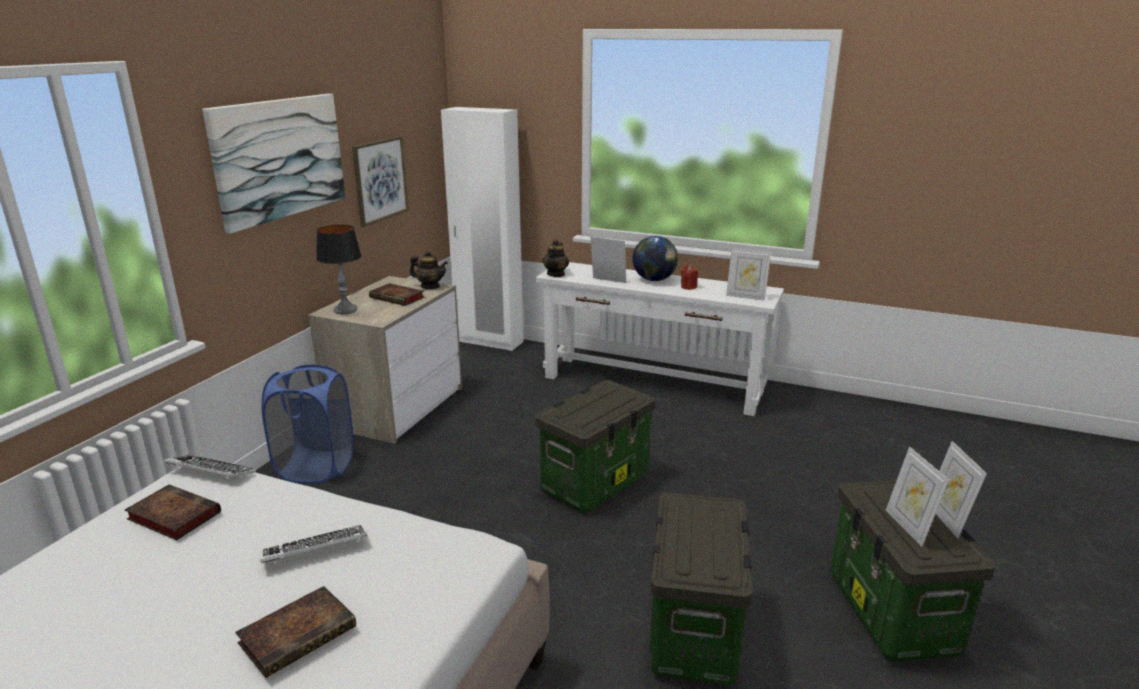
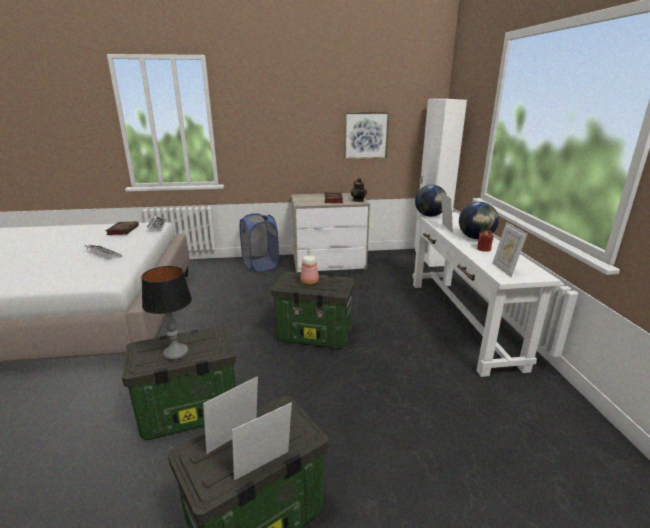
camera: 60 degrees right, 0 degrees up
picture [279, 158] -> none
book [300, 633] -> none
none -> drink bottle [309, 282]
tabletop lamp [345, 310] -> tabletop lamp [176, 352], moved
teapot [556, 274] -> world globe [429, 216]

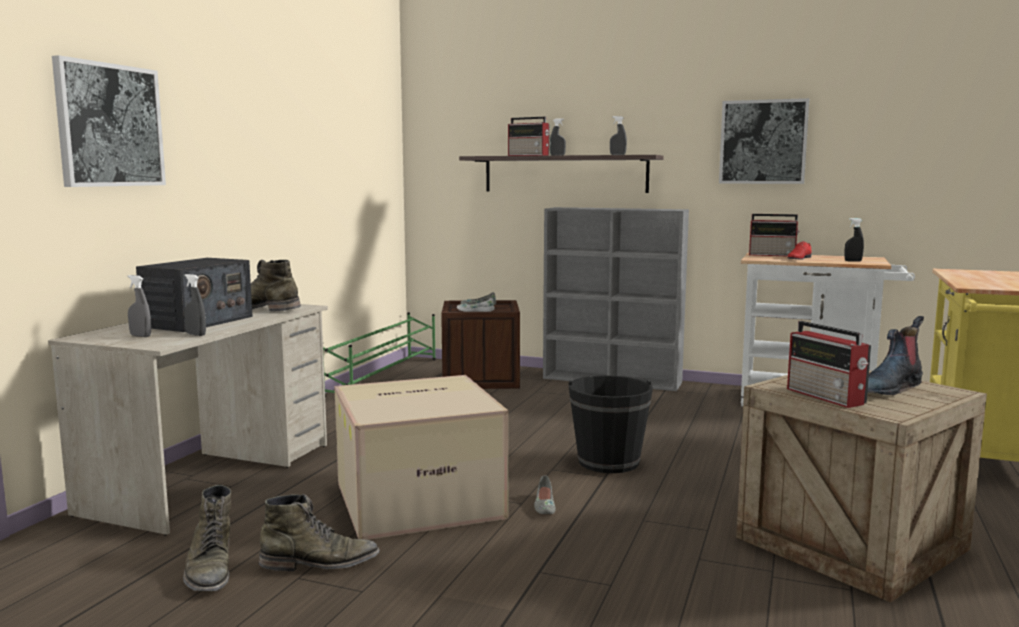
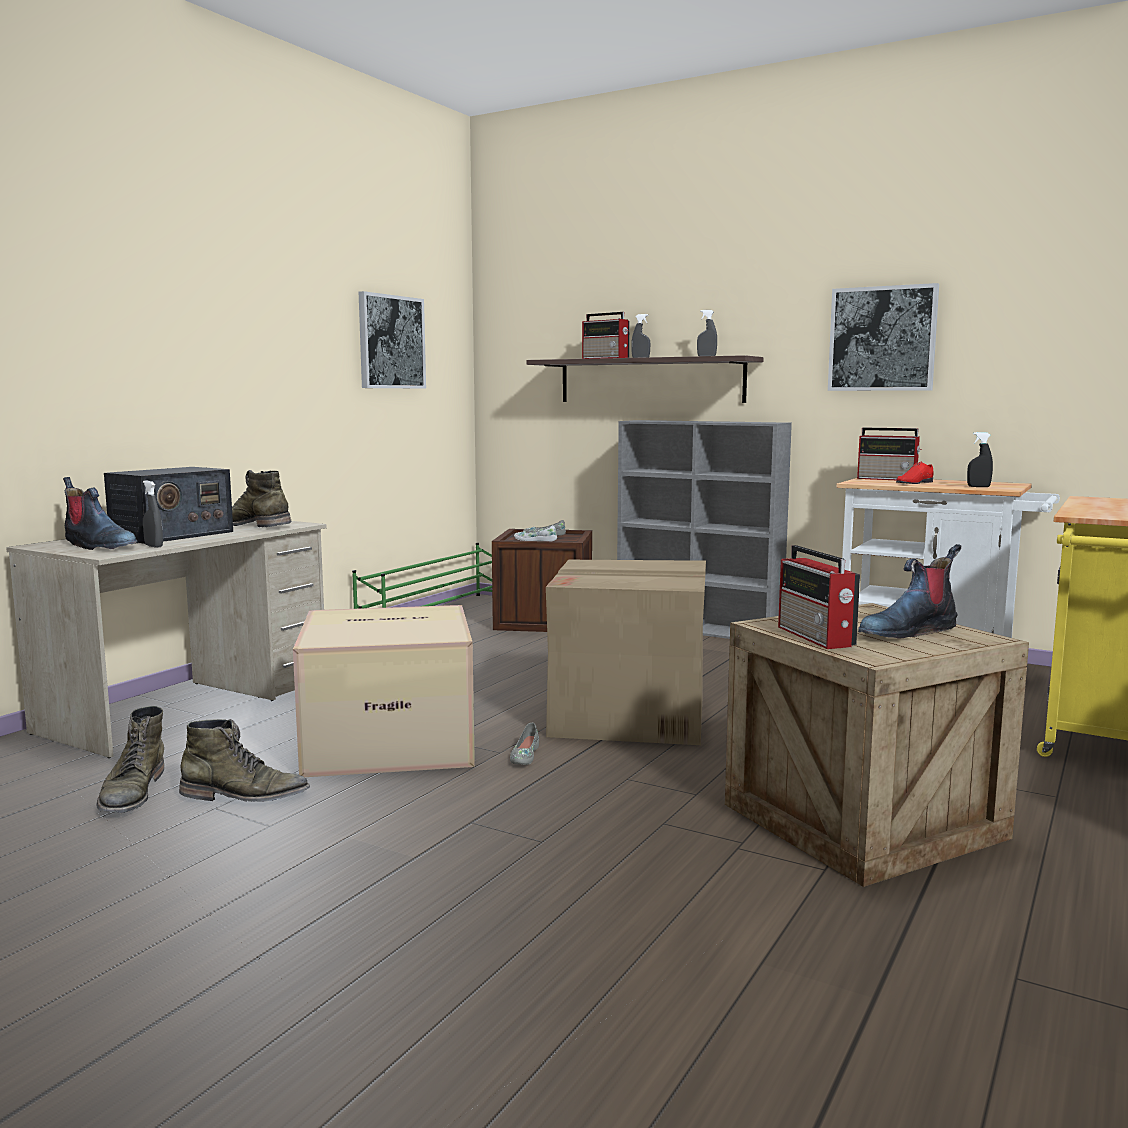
camera: 10 degrees right, 0 degrees up
picture [109, 125] -> picture [391, 342], moved
sprayer in gray [140, 336] -> tall boot [98, 546]
water bucket in black-coloured [608, 462] -> cardboard box [630, 716]

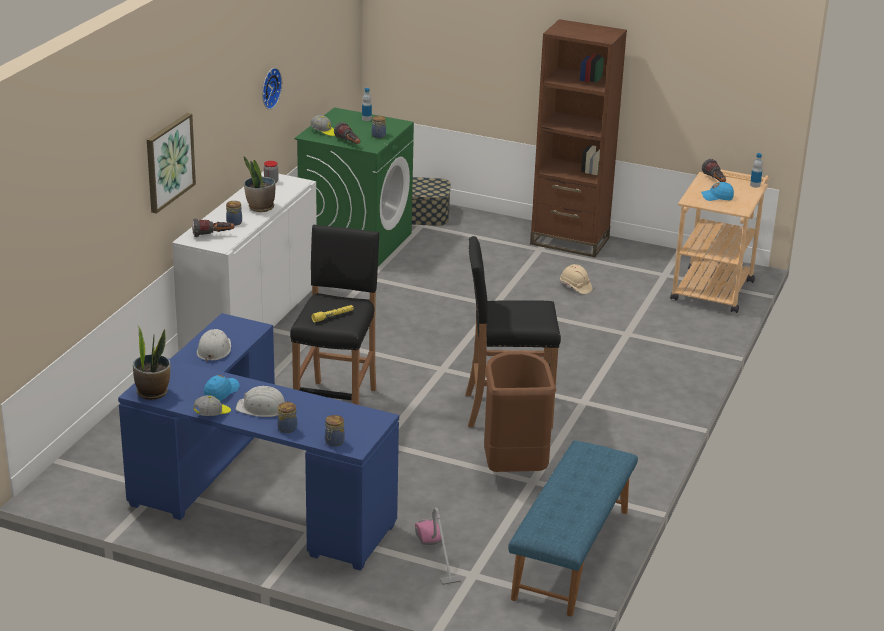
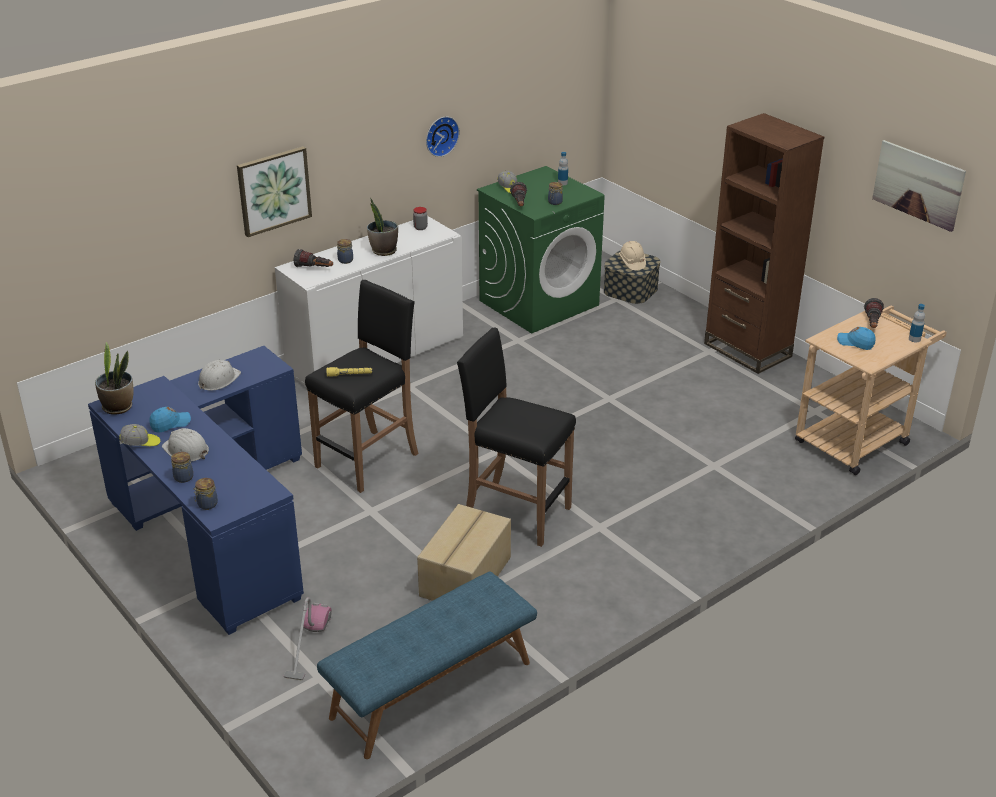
camera: 30 degrees right, 5 degrees up
none -> picture [918, 185]
work helmet in beige [575, 287] -> work helmet in beige [632, 262], moved
trash can in brown [513, 468] -> cardboard box [464, 576]

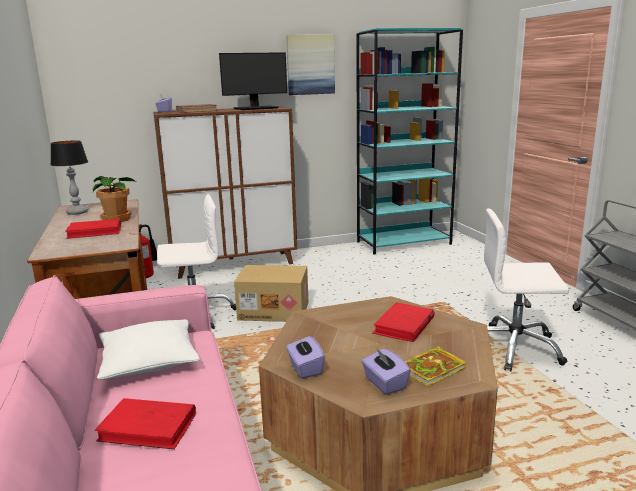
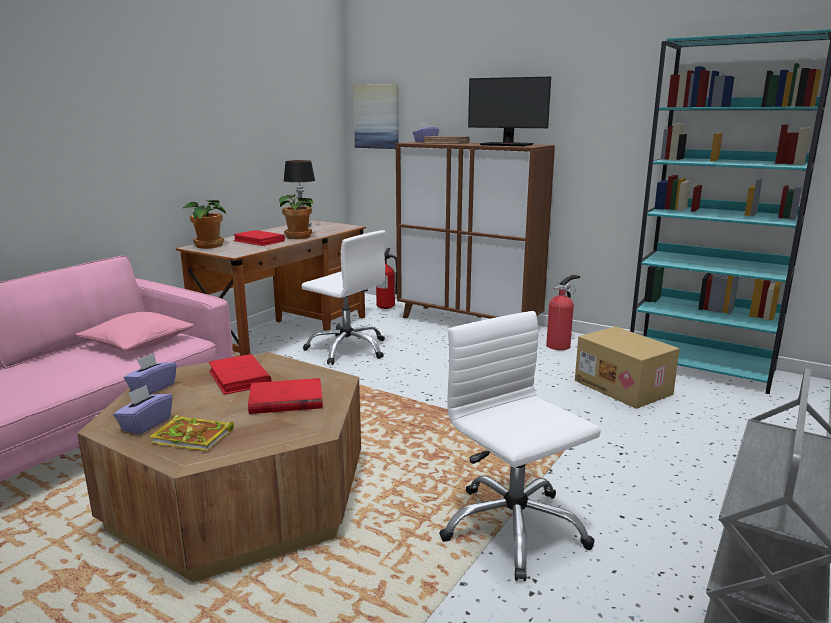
camera: 50 degrees right, 0 degrees up
none -> plant in a pot [208, 246]
none -> extinguisher [560, 345]
book in reddish [148, 427] -> book in reddish [239, 378], moved
cardboard box [274, 310] -> cardboard box [624, 387], moved
picture [310, 65] -> picture [377, 116], moved
cushion in white-coloured [149, 362] -> cushion in pinkish [138, 343]

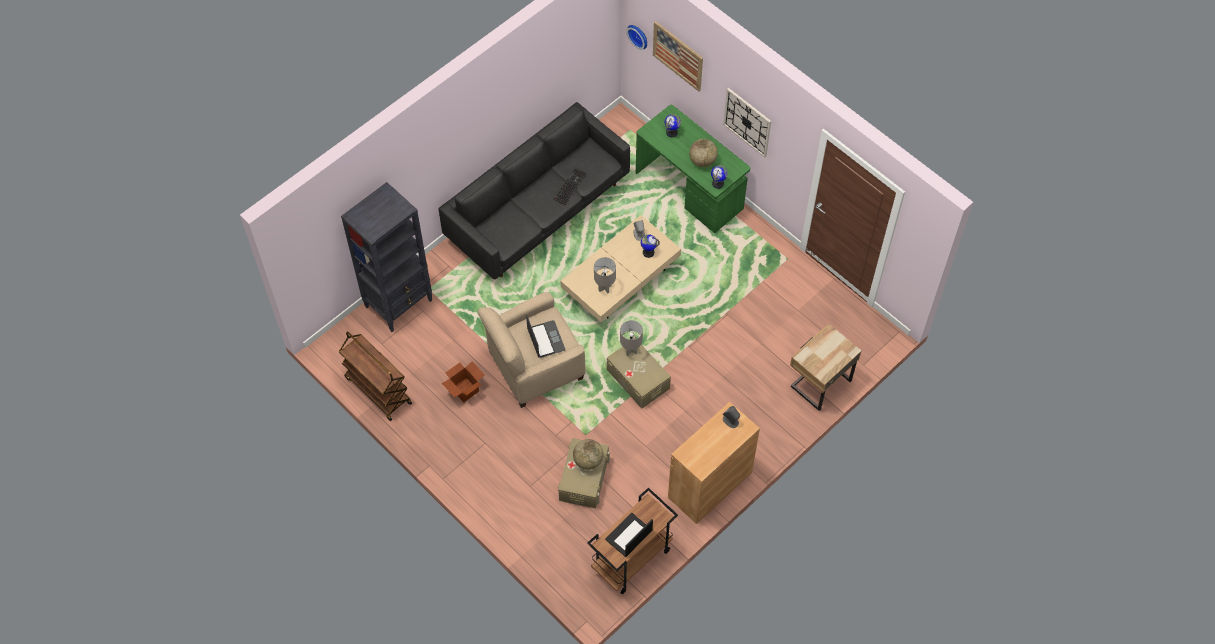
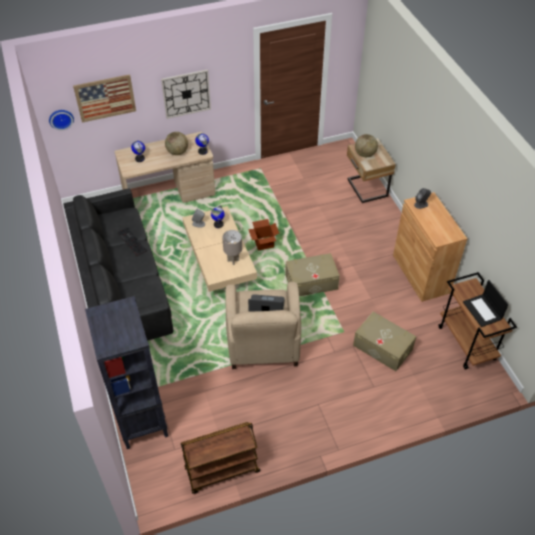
camera: 65 degrees left, 10 degrees down
tabletop lamp in gray [631, 350] -> none
cardboard box [465, 390] -> cardboard box [264, 243], moved
world globe [588, 460] -> world globe [365, 154], moved
desk unit in greenish [690, 190] -> desk unit in beige [169, 195]

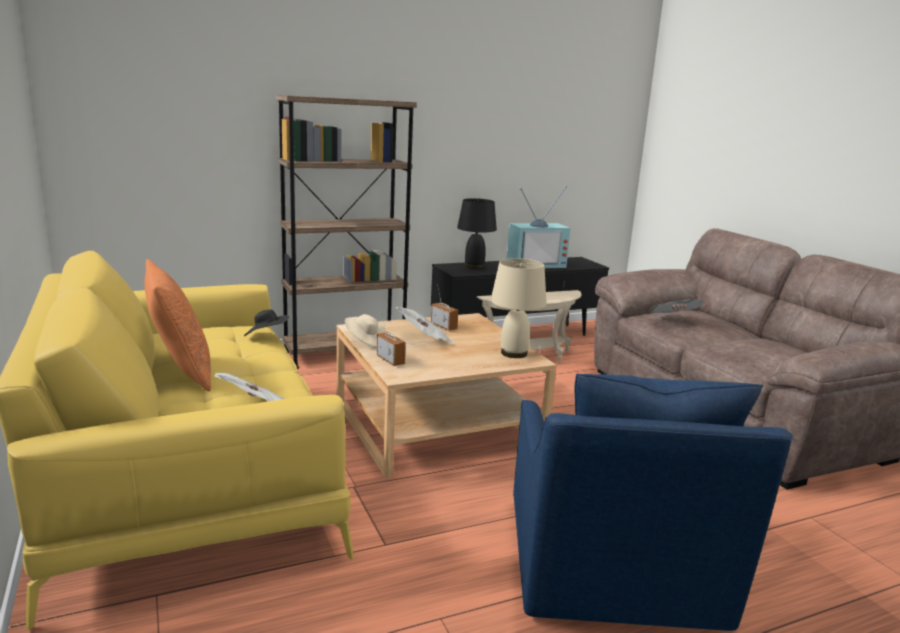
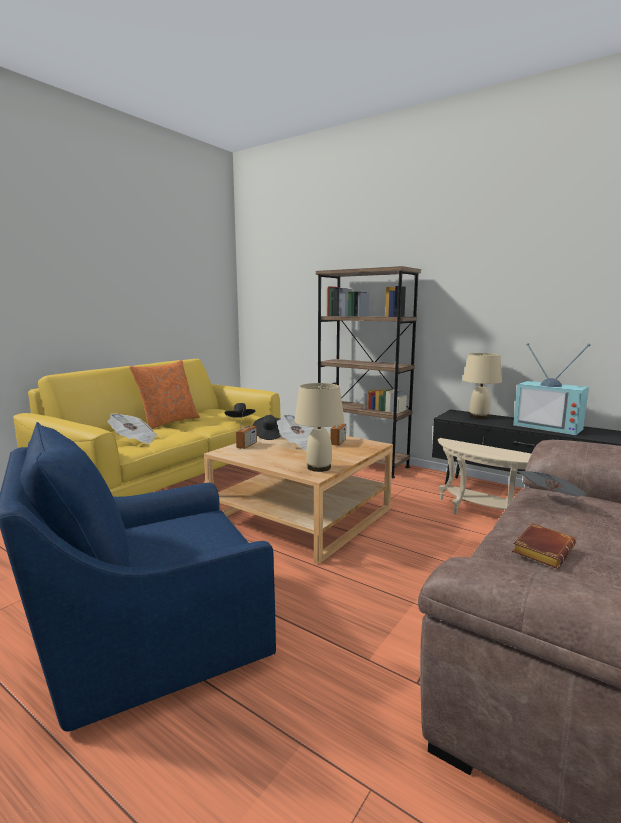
camera: 60 degrees right, 5 degrees down
none -> book in brown [541, 549]
wearable hat in beige [366, 342] -> wearable hat in black-coloured [269, 435]
tabletop lamp in black-coloured [475, 266] -> tabletop lamp in beige [479, 416]

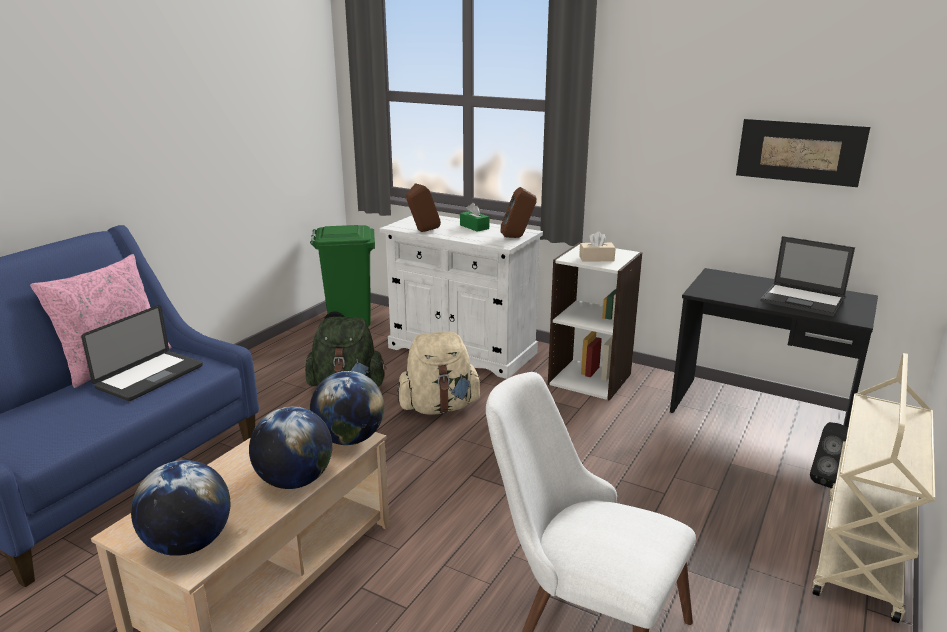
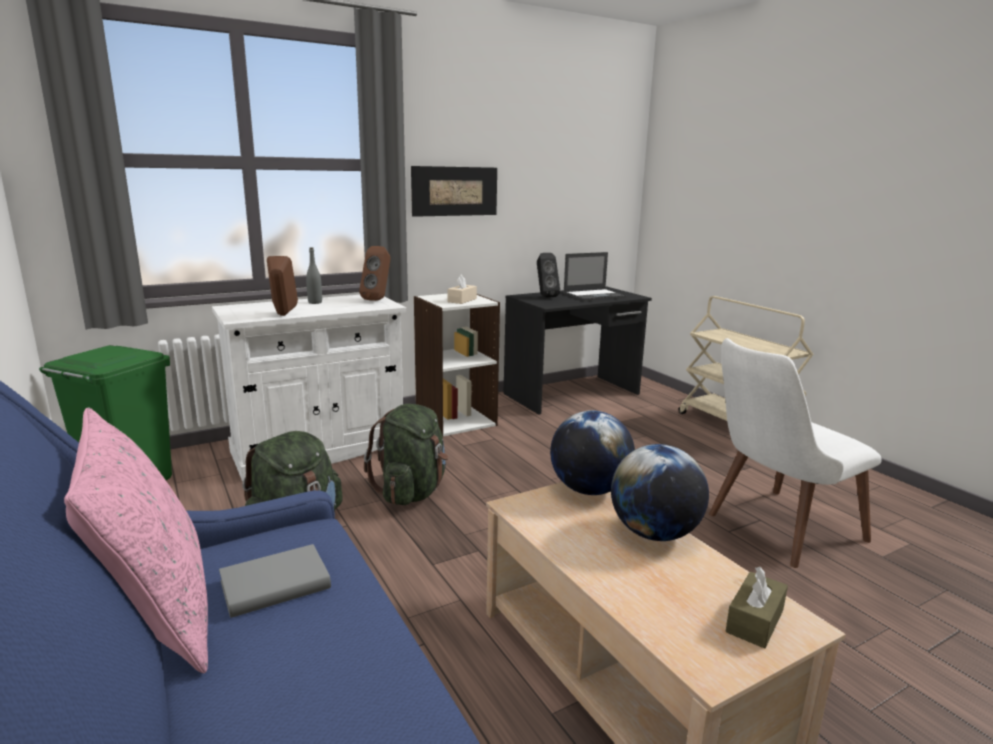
camera: 60 degrees left, 5 degrees down
picture [800, 152] -> picture [455, 191], moved
speaker in black-coloured [826, 479] -> speaker in black-coloured [545, 296], moved
notebook computer [150, 377] -> book in gray [275, 585]
world globe [189, 544] -> box of tissues in brown [754, 621]
box of tissues in greenish [474, 227] -> drink bottle in gray [315, 302]
knapsack in beige [439, 407] -> knapsack in greenish [412, 492]

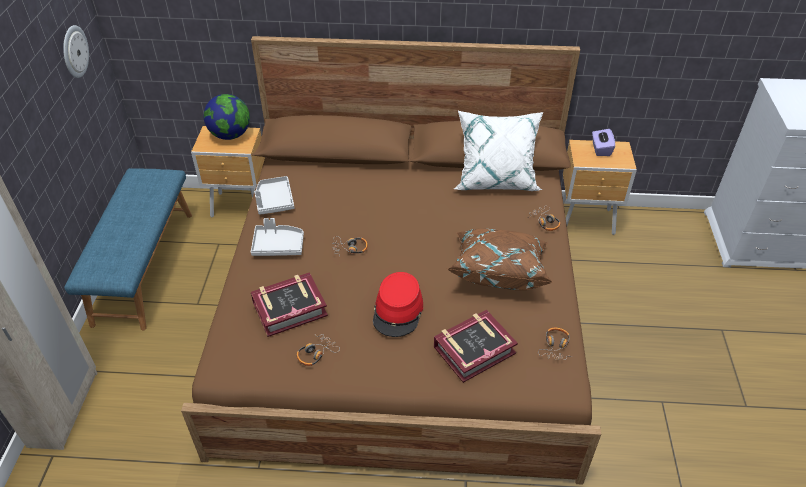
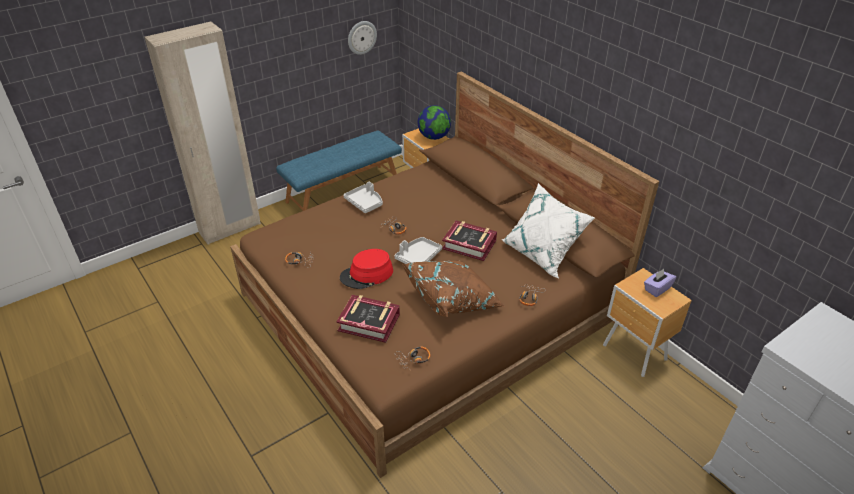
camera: 50 degrees right, 5 degrees down
book [289, 308] -> book [469, 244], moved
carrying tray in gray [274, 201] -> carrying tray in gray [418, 257], moved

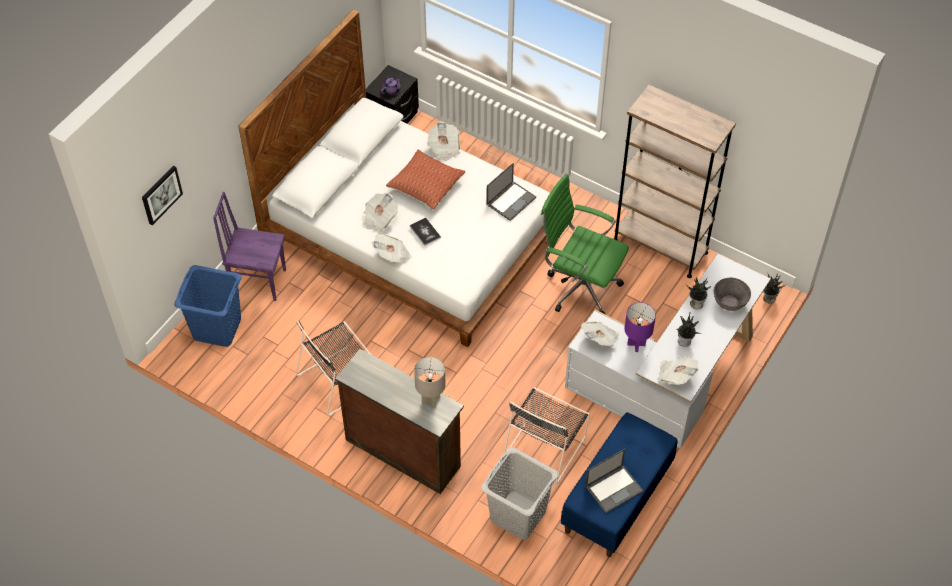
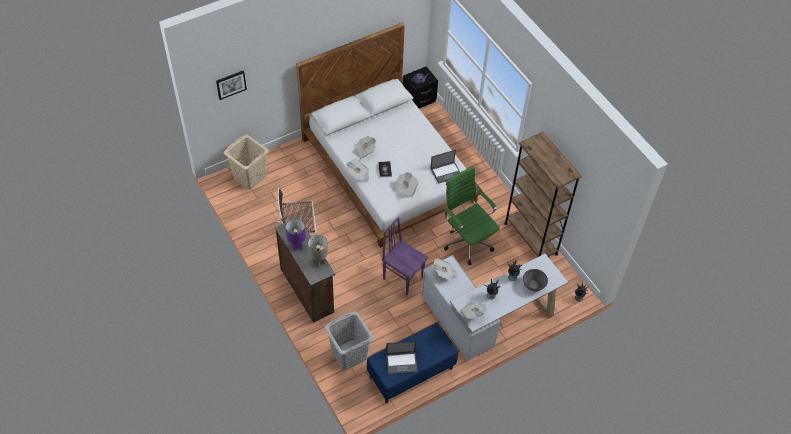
camera: 25 degrees right, 0 degrees up
cushion [426, 185] -> none
upright chair in black-coloured [545, 445] -> none
upright chair in purple-coloured [258, 281] -> upright chair in purple-coloured [403, 277], moved
printed paper [444, 148] -> printed paper [405, 190], moved
tabletop lamp in purple-coloured [636, 344] -> tabletop lamp in purple-coloured [297, 246], moved
washing basket in blue [217, 329] -> washing basket in beige [249, 177]

